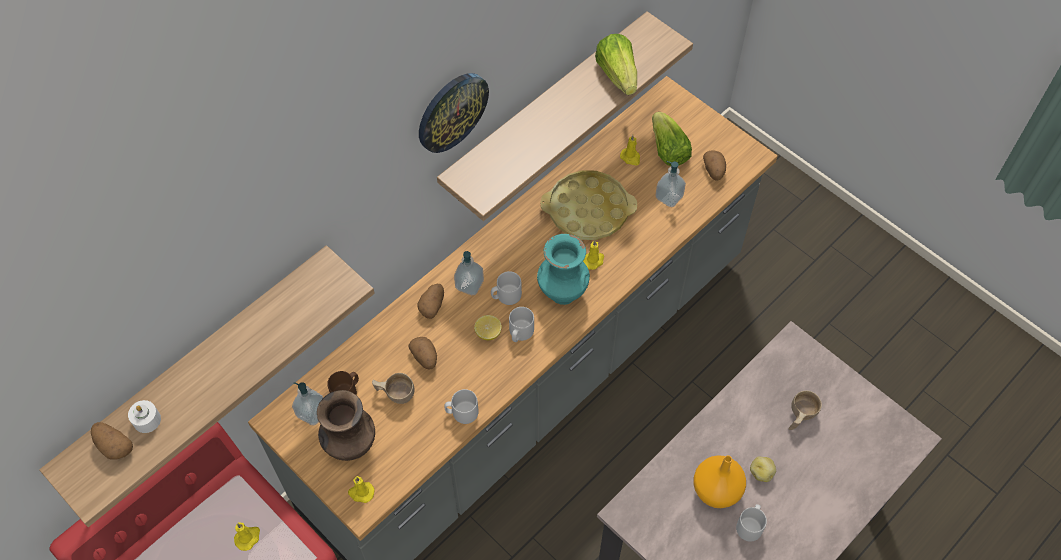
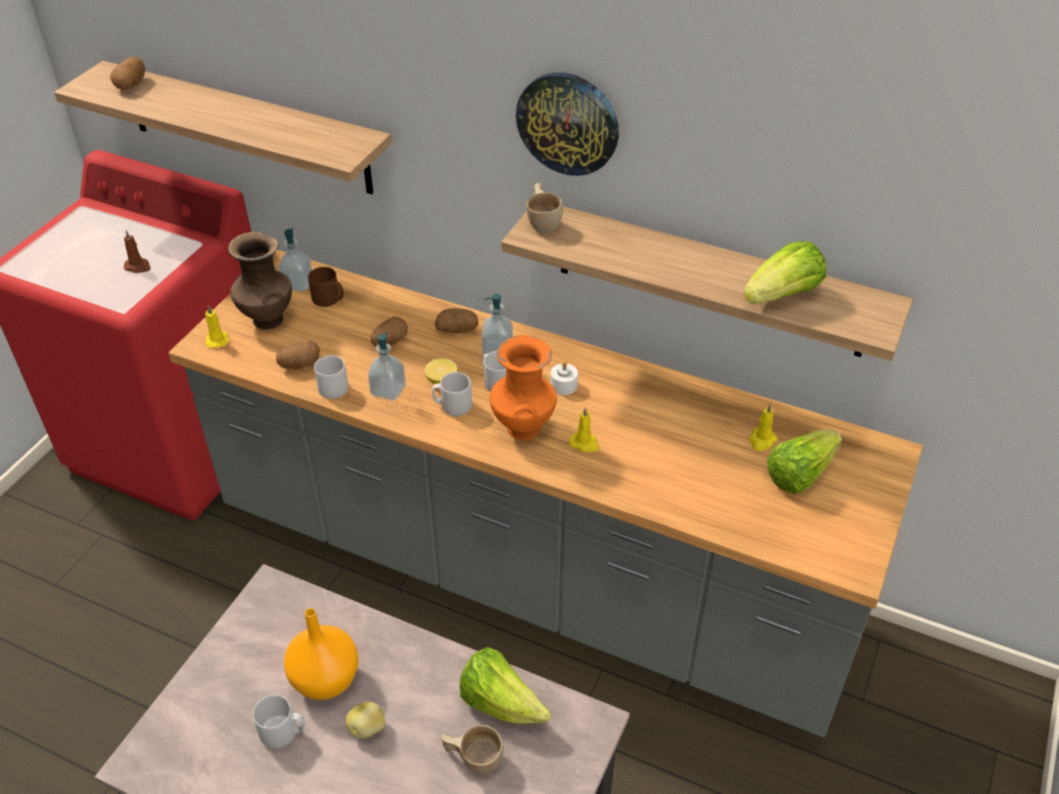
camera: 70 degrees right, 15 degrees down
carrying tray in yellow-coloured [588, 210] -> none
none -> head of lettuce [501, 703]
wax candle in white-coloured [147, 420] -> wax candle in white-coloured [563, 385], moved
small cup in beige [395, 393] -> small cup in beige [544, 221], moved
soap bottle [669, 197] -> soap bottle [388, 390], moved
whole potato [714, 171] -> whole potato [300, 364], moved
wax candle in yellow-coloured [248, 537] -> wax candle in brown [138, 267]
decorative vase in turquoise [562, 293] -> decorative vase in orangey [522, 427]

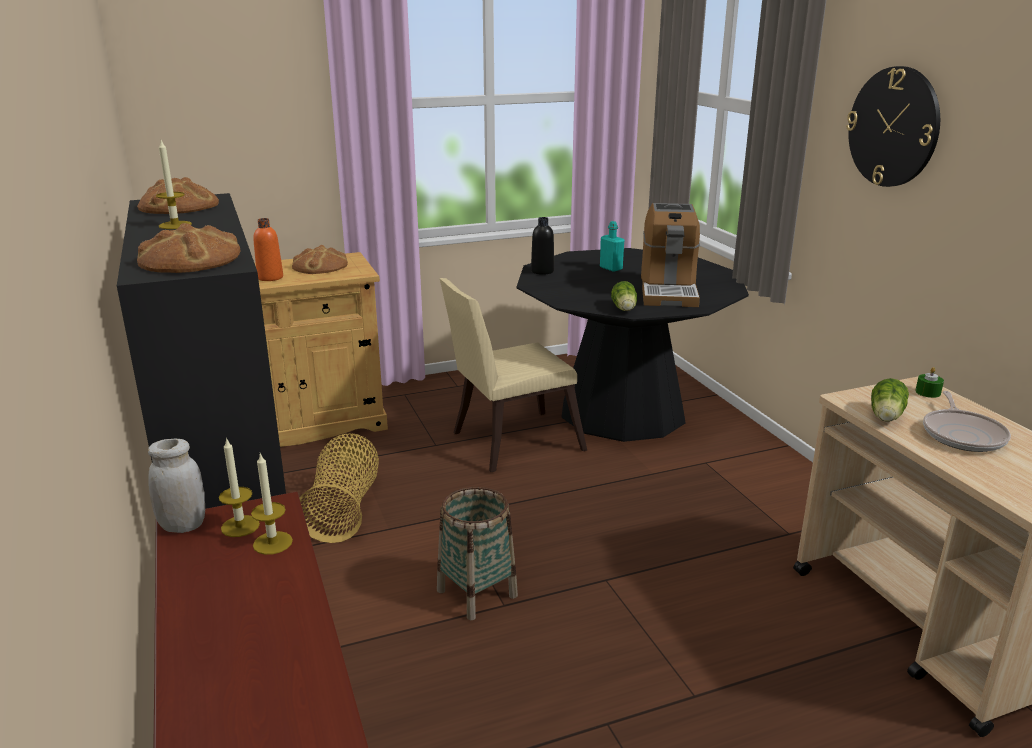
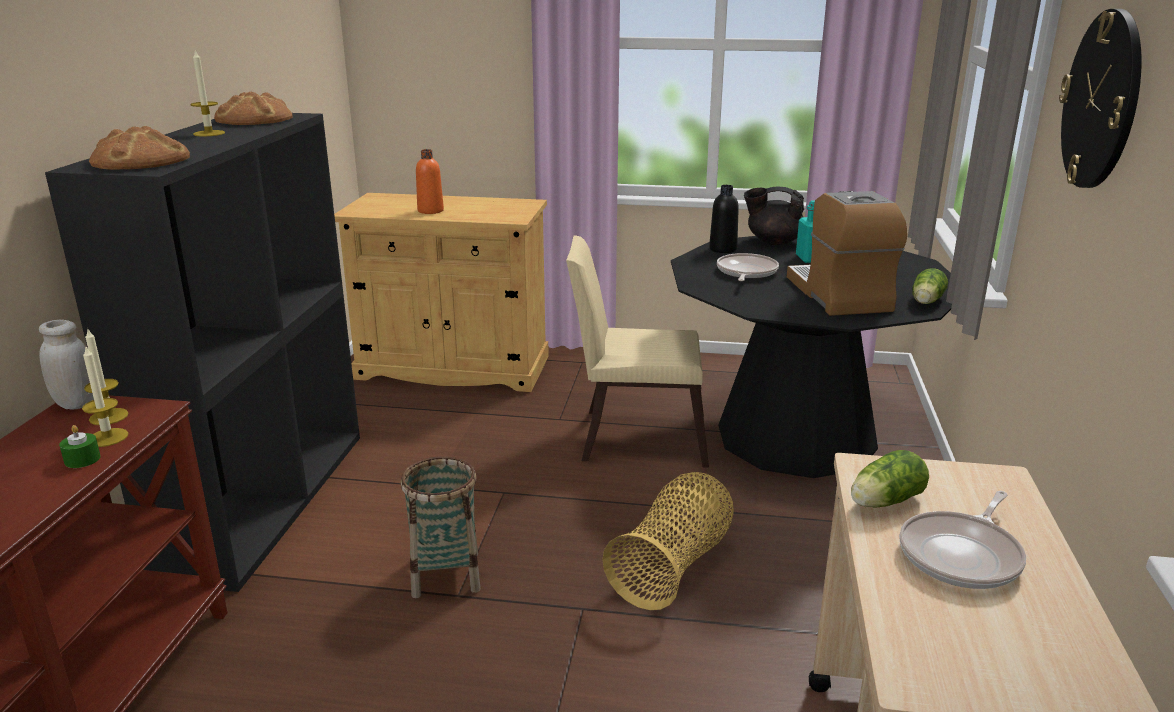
camera: 30 degrees right, 0 degrees up
baked bread [320, 266] -> none
none -> pan [746, 273]
none -> teapot in black-coloured [773, 242]
storage basket [344, 509] -> storage basket [673, 566], moved
head of lettuce [624, 309] -> head of lettuce [925, 302], moved
wax candle in greenish [928, 392] -> wax candle in greenish [82, 459], moved
coffee machine [668, 291] -> coffee machine [839, 295], 135 degrees clockwise

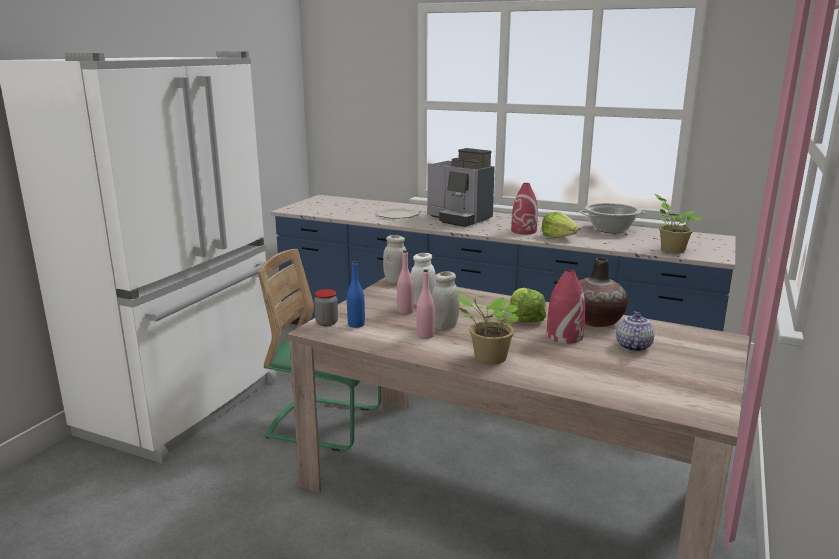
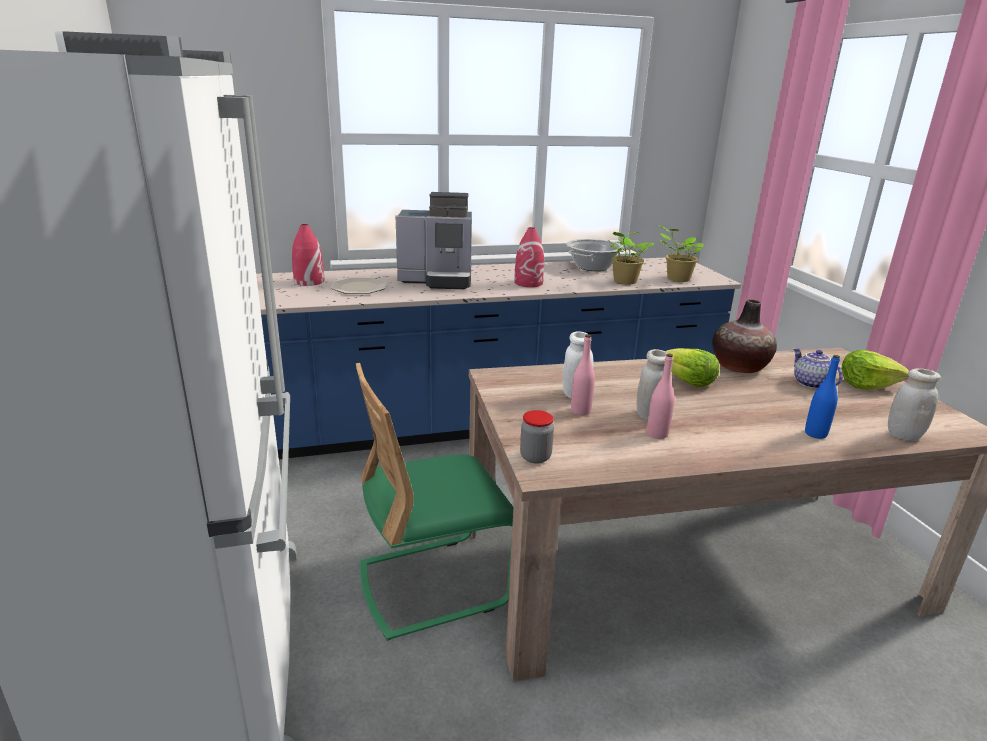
camera: 40 degrees left, 5 degrees up
drink bottle in blue [356, 325] -> drink bottle in blue [815, 434], moved
jar in white-coloured [396, 281] -> jar in white-coloured [903, 435], moved
plant in a pot [487, 358] -> plant in a pot [624, 282], moved
head of lettuce [558, 237] -> head of lettuce [866, 385], moved
decorative vase in reddish [564, 336] -> decorative vase in reddish [309, 281], moved

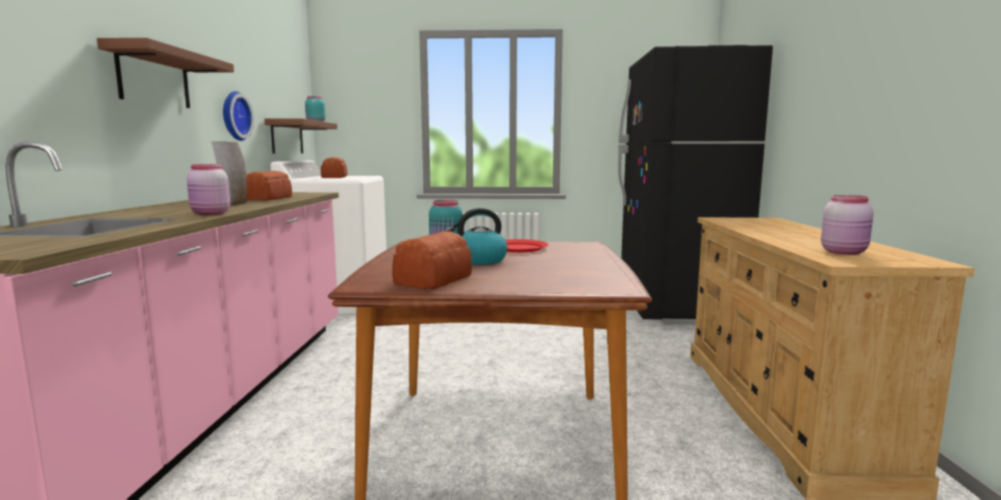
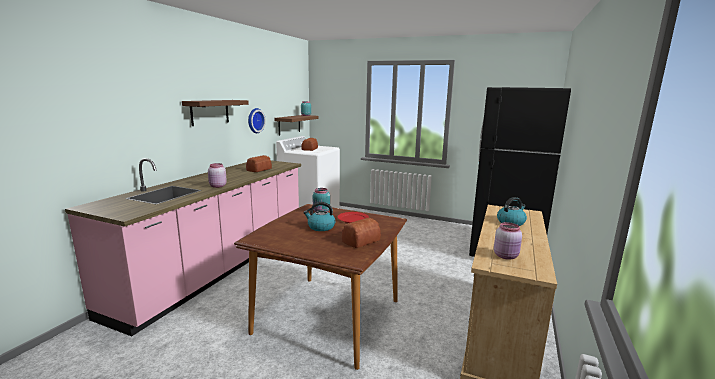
camera: 20 degrees right, 5 degrees up
decorative vase [233, 203] -> none
none -> water kettle [511, 222]
baked bread [431, 280] -> baked bread [360, 241], moved

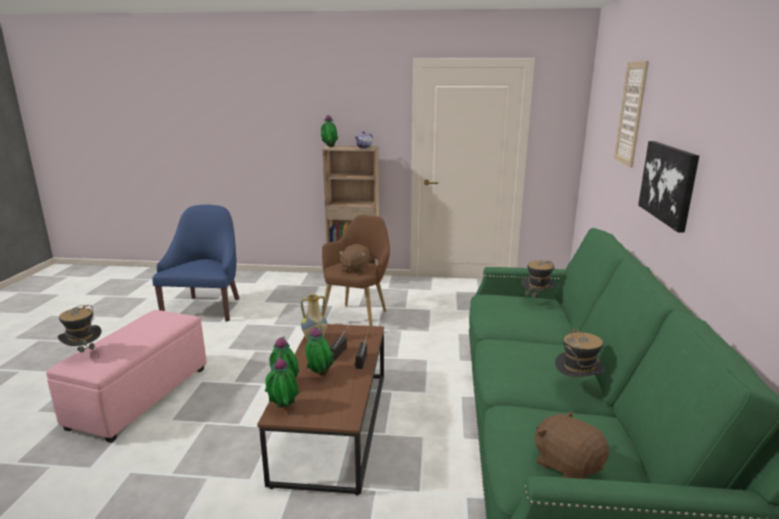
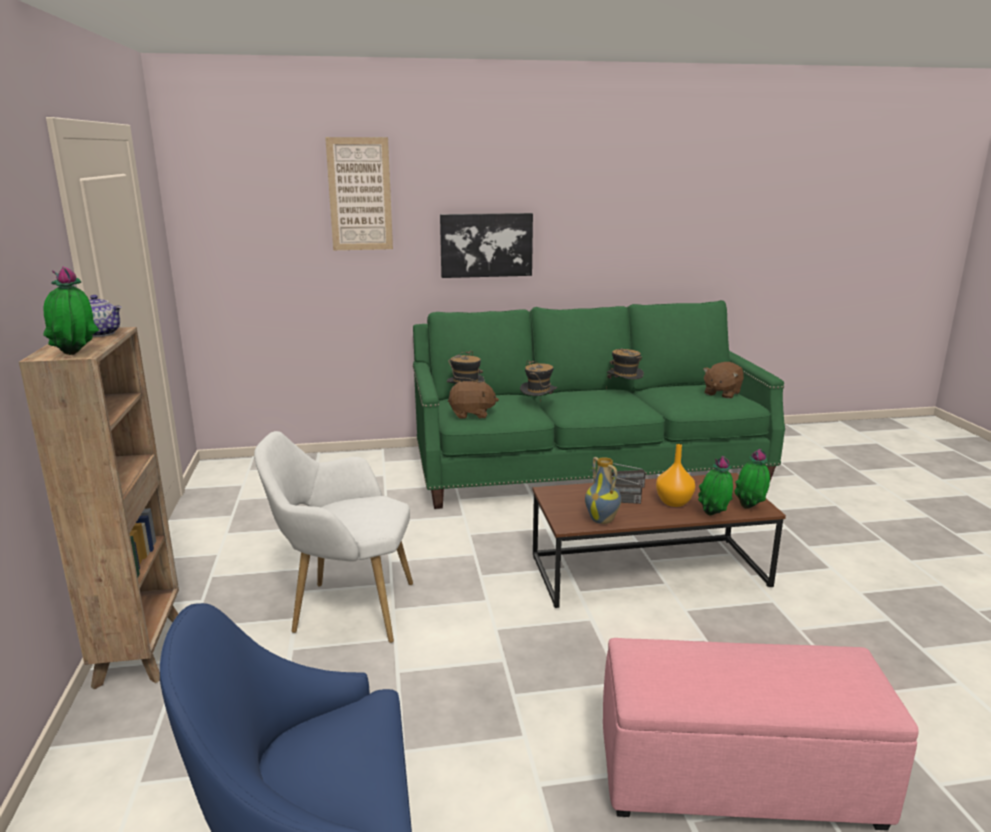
camera: 105 degrees left, 0 degrees up
wearable hat [84, 354] -> wearable hat [538, 408], moved
soft toy in brown [355, 269] -> soft toy in brown [472, 414], moved
plant in a pot [319, 374] -> decorative vase in orangey [674, 503]
easy chair in brown [358, 317] -> easy chair in white-coloured [345, 609]

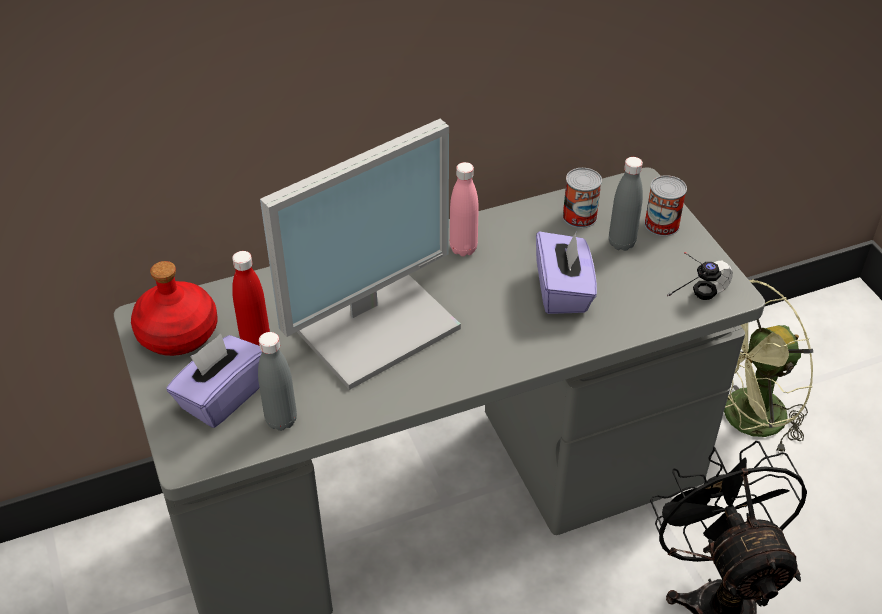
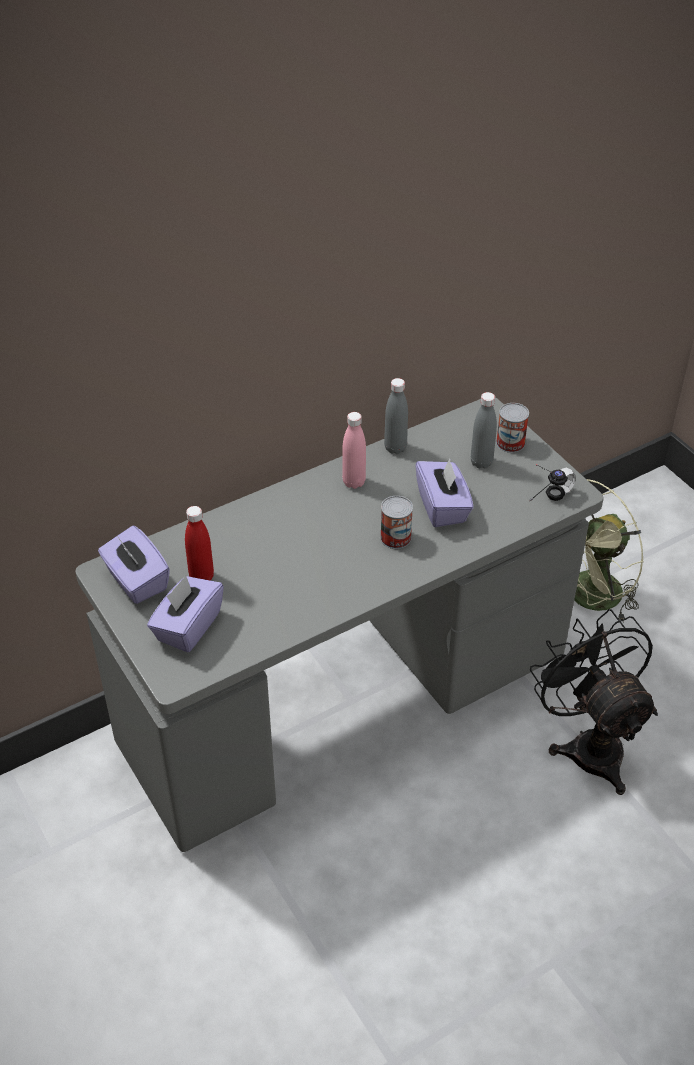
camera: 10 degrees left, 0 degrees up
monitor [372, 320] -> none
drink bottle in gray [281, 420] -> drink bottle in gray [395, 448], moved
can [579, 216] -> can [395, 537], moved
drink bottle in reddish [179, 333] -> box of tissues in purple-coloured [136, 581]

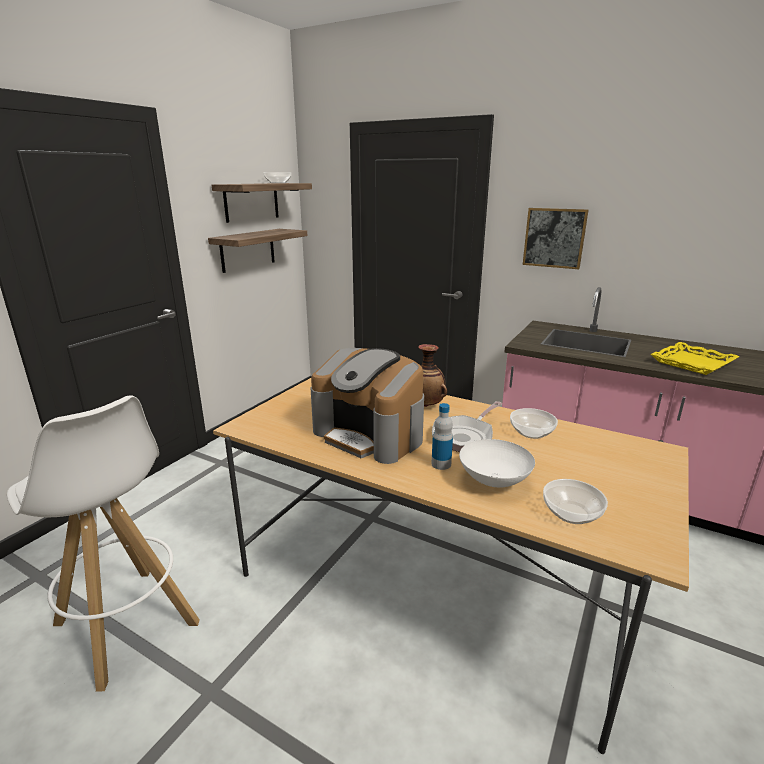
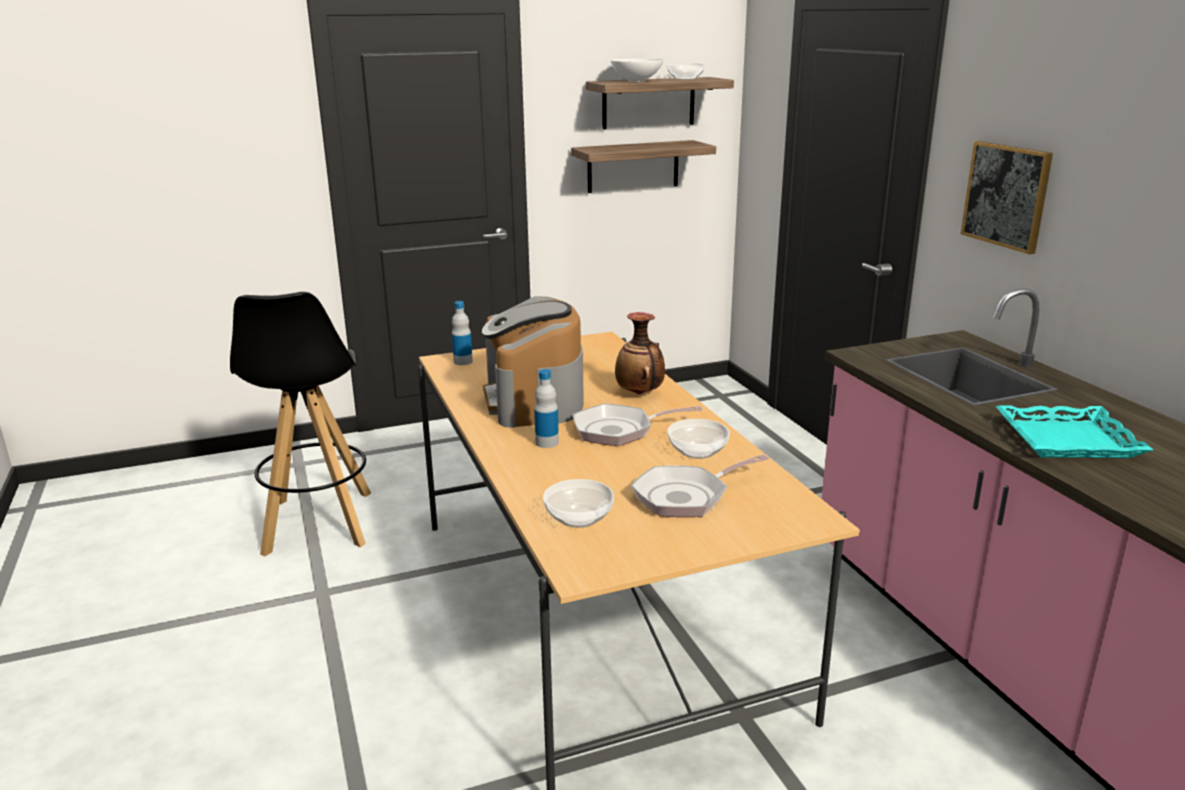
camera: 40 degrees right, 0 degrees up
none -> drink bottle [463, 362]
none -> pan [686, 496]
deep dish in white-coloured [492, 480] -> deep dish in white-coloured [636, 81], moved
sitting stool in white-coloured [127, 624] -> sitting stool in black-coloured [318, 523]
carrying tray in yellow-coloured [693, 363] -> carrying tray in turquoise [1067, 441]

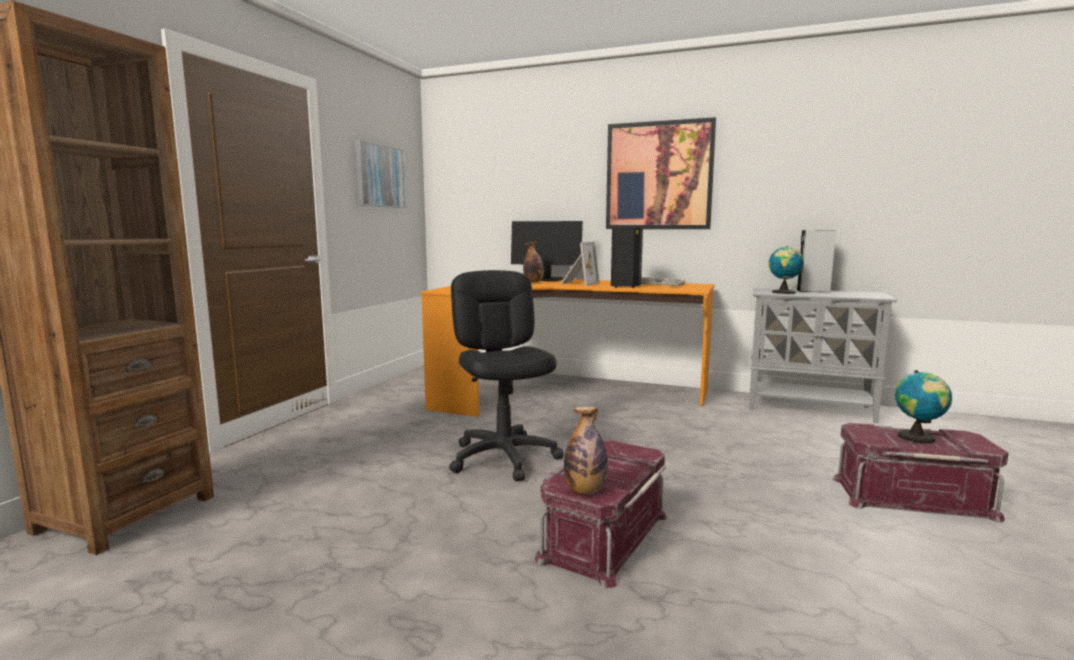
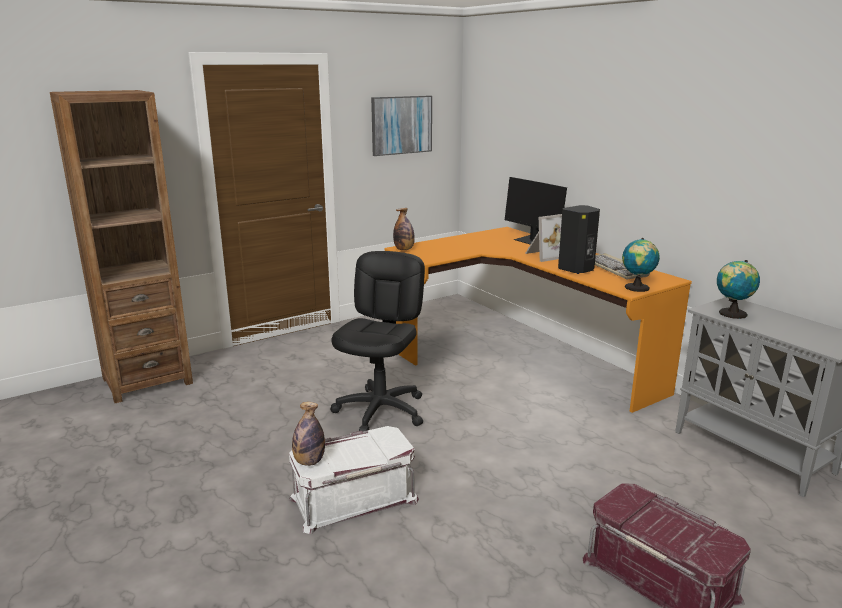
camera: 35 degrees right, 10 degrees up
picture [659, 176] -> none
speaker in gray [813, 291] -> none
drink bottle [533, 282] -> drink bottle [404, 249], moved
world globe [918, 438] -> world globe [637, 288], moved
storage box in reddish [603, 536] -> storage box in white-coloured [353, 498]

